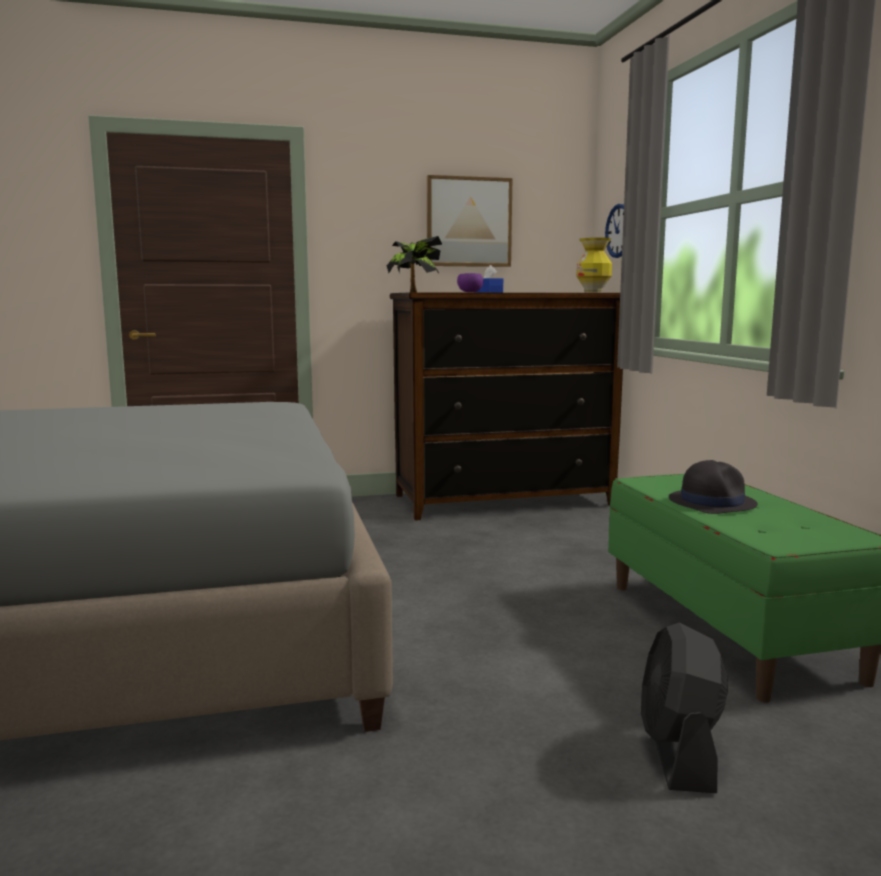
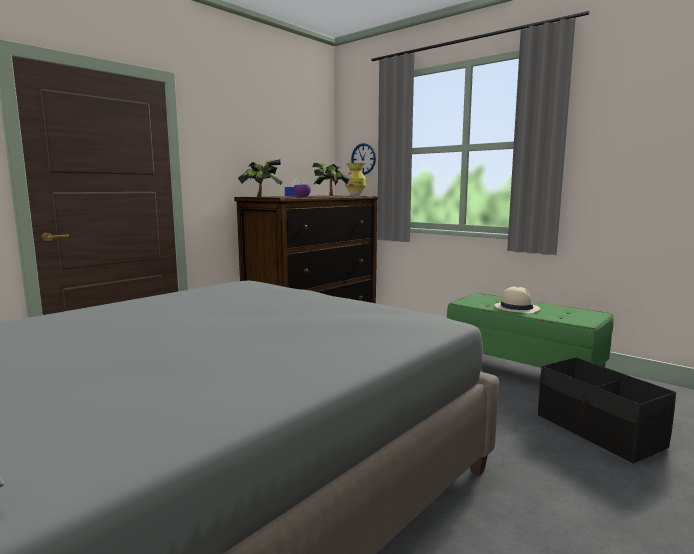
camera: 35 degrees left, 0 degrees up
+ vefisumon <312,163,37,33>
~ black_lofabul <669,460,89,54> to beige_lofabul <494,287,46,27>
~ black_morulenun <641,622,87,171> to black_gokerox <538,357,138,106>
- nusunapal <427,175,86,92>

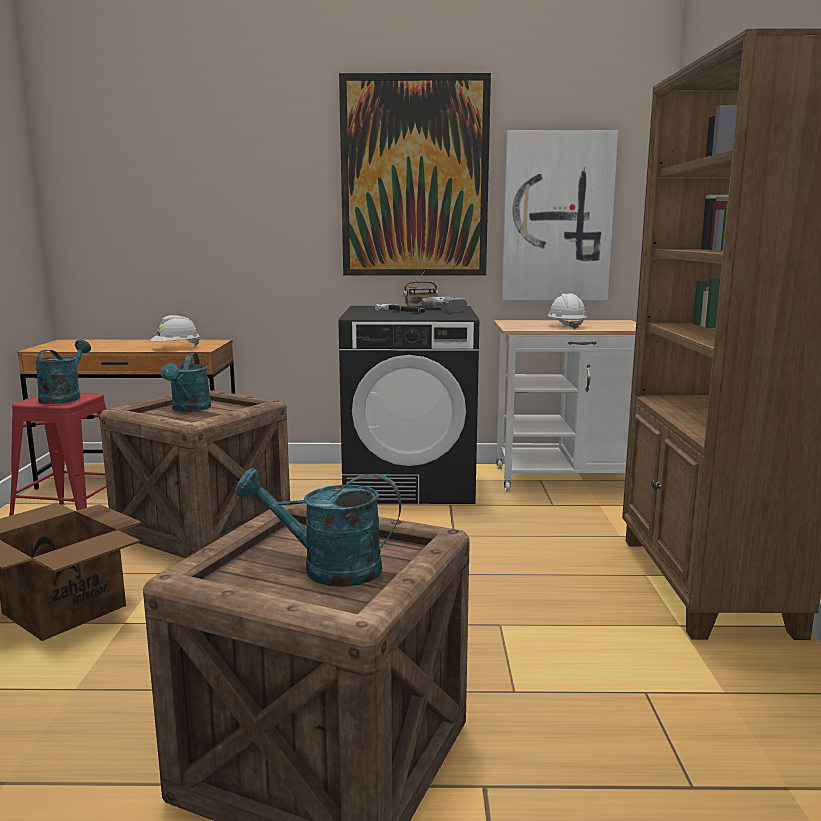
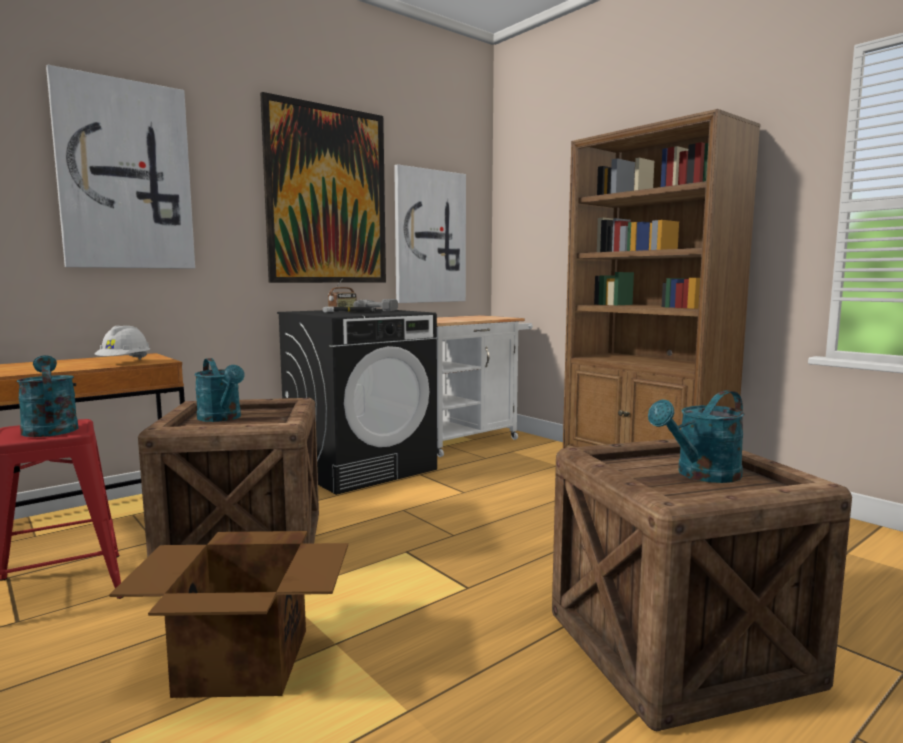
camera: 40 degrees left, 5 degrees down
+ nusunapal <46,65,149,204>
- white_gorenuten <548,293,39,36>

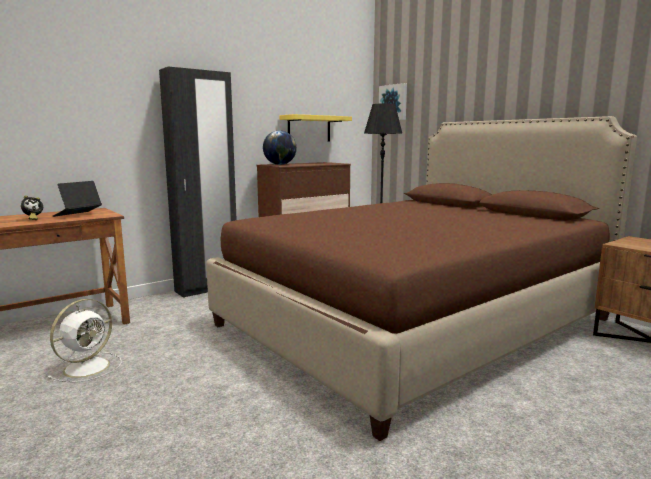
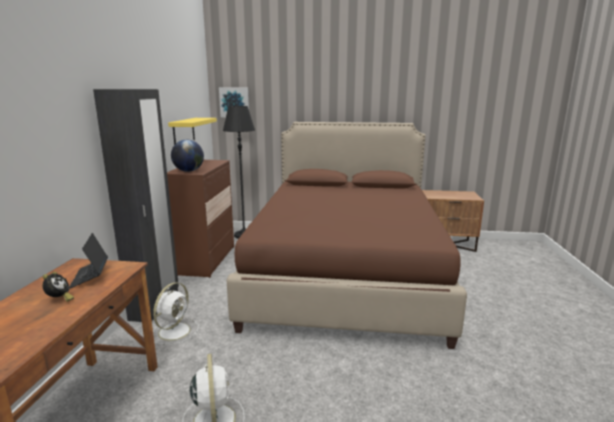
camera: 45 degrees left, 5 degrees up
+ white_morulenun <153,282,45,63>

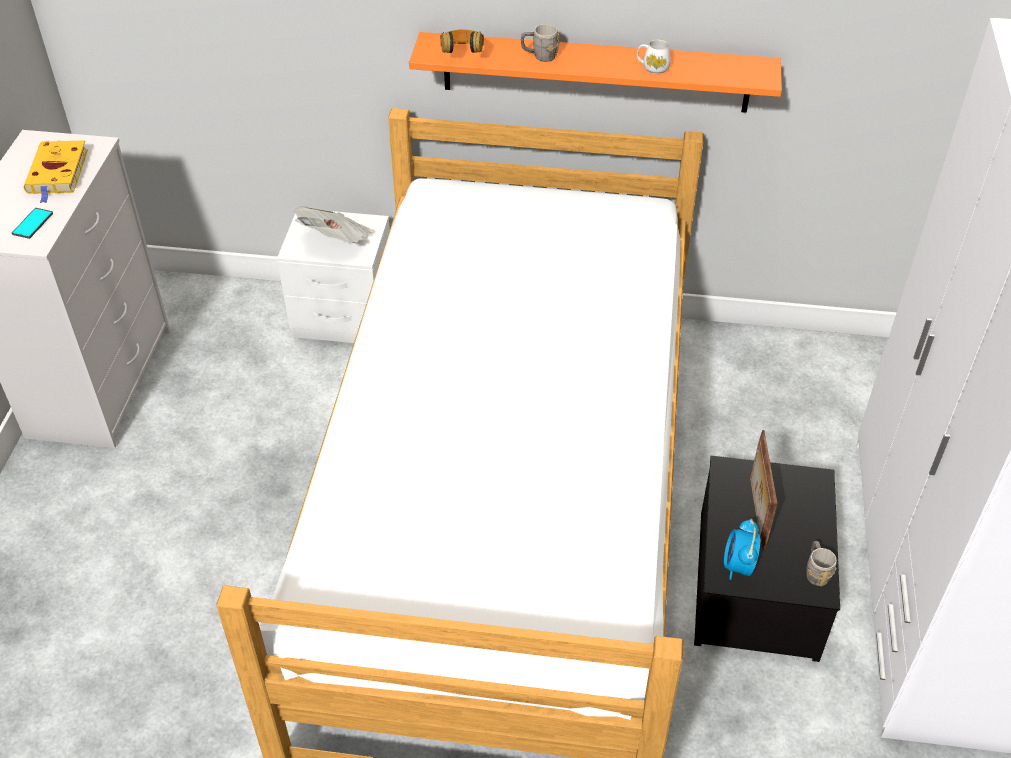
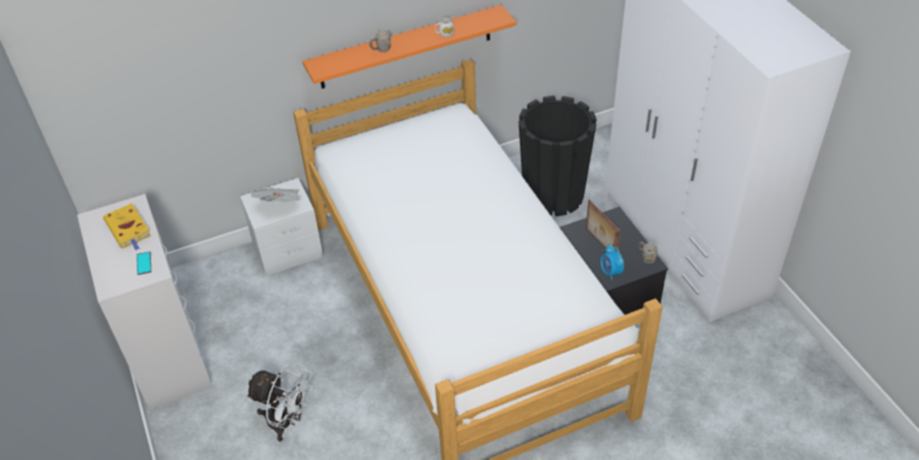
camera: 30 degrees left, 0 degrees up
+ white_morulenun <246,362,67,79>
+ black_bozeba <518,96,79,121>
- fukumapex <440,29,44,24>

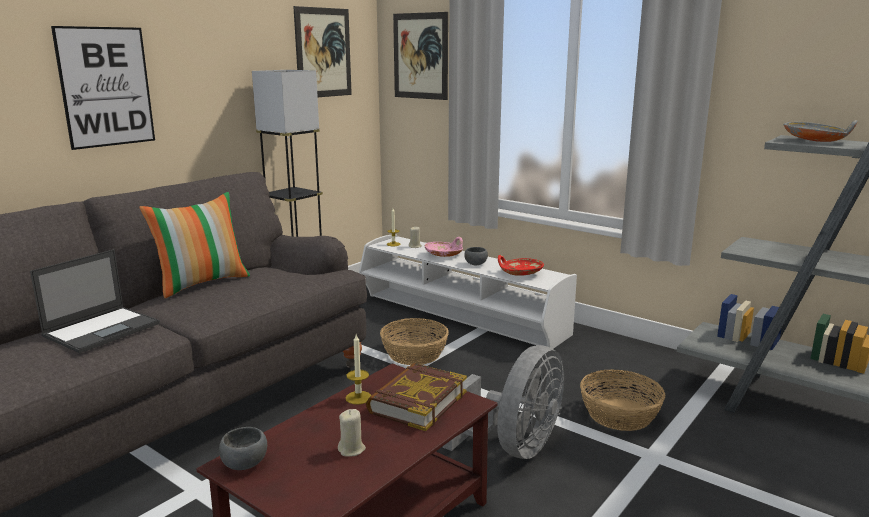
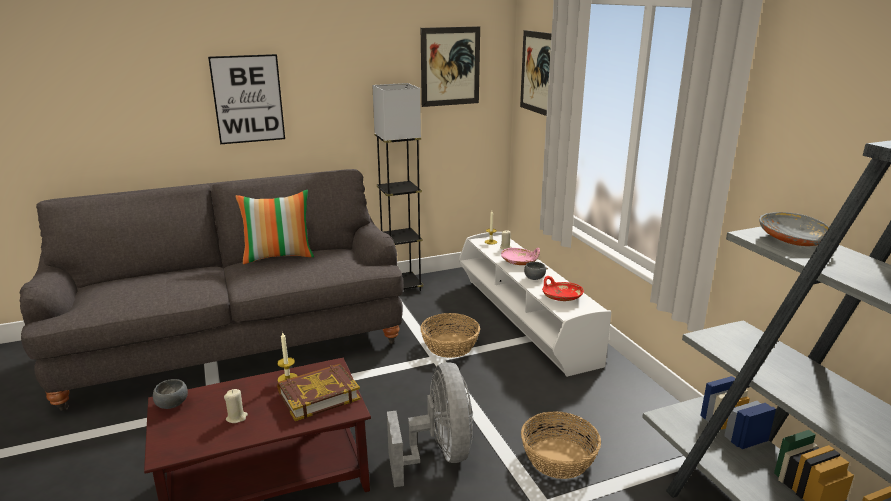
camera: 30 degrees right, 5 degrees up
~ grey_morulenun <443,345,121,114> = <387,362,86,125> 75 degrees counterclockwise
- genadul <30,249,130,104>

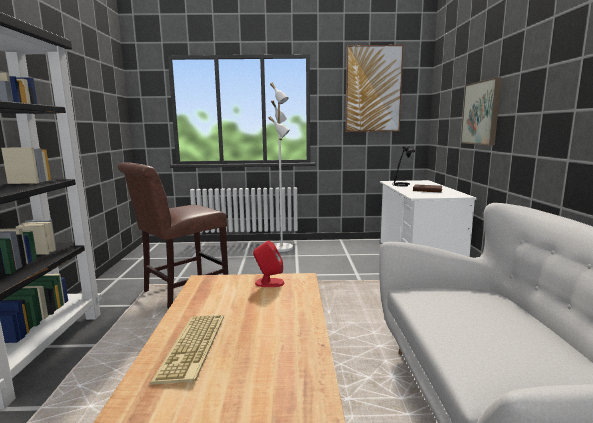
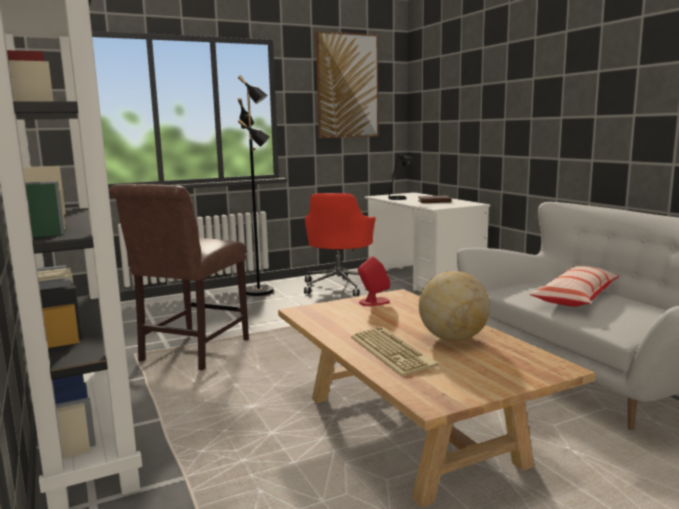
camera: 25 degrees left, 0 degrees up
~ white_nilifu <269,83,24,169> to black_nilifu <238,75,36,221>
+ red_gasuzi <304,193,72,104>
+ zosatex <419,271,71,70>
+ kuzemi <529,266,90,41>
- nusunapal <461,77,41,69>

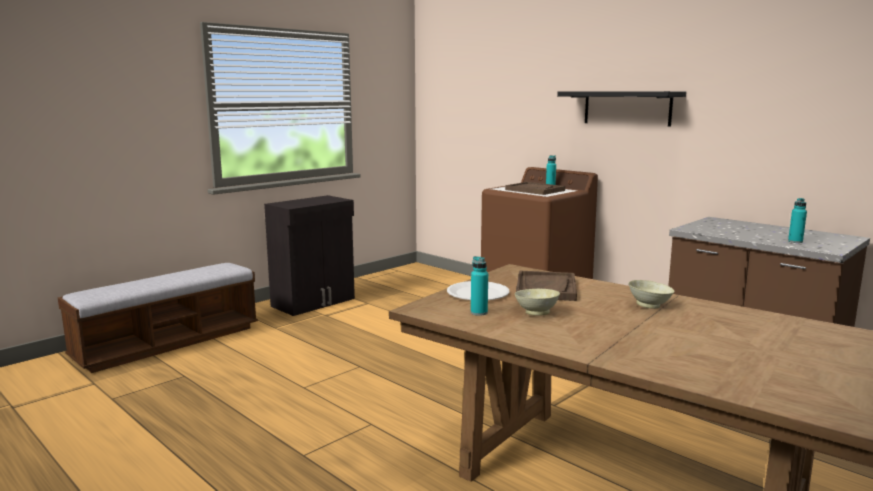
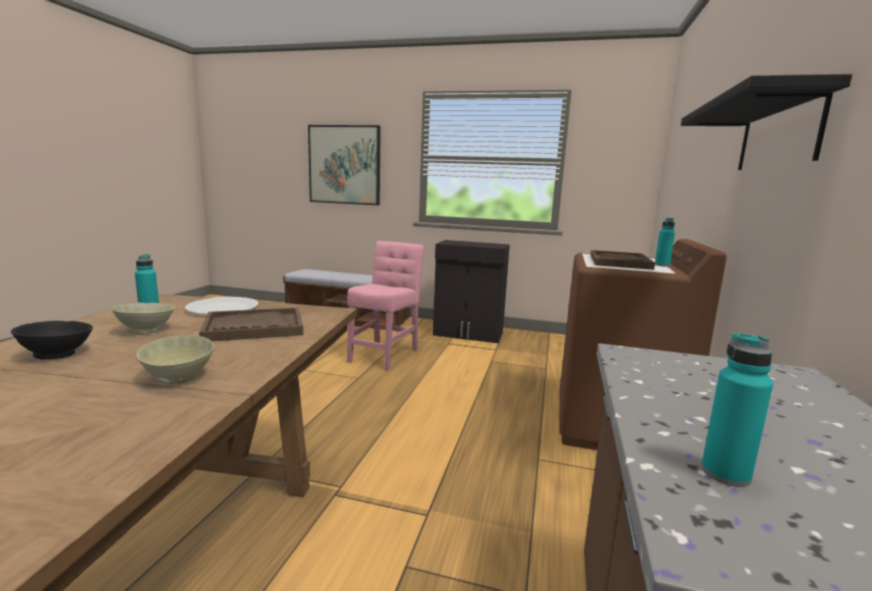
camera: 60 degrees right, 0 degrees up
+ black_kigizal <11,321,82,39>
+ nusunapal <308,125,73,80>
+ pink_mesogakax <347,241,78,129>

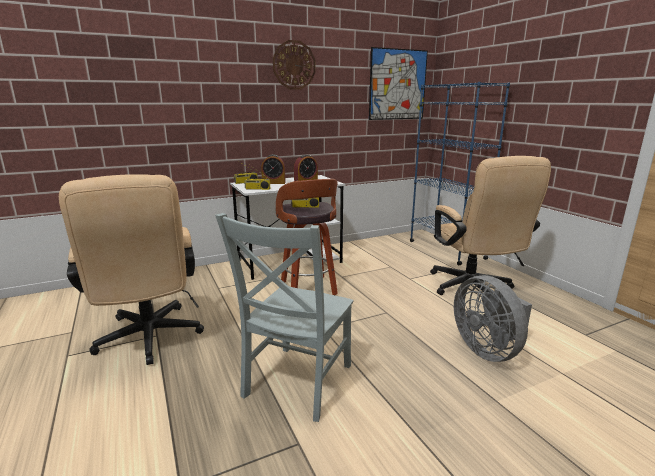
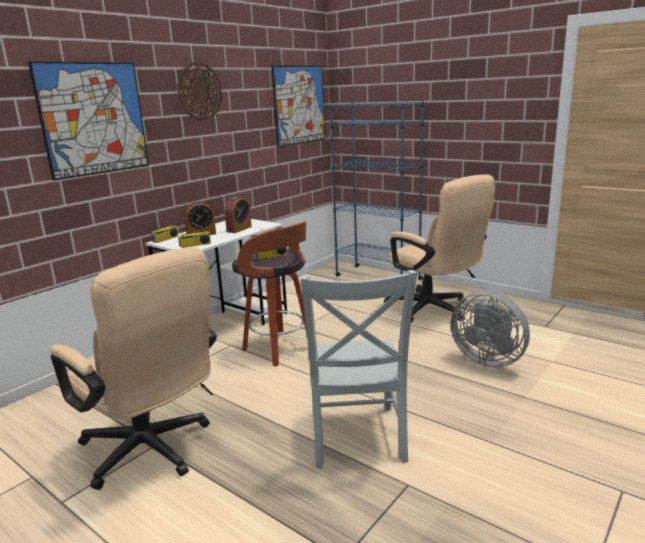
camera: 25 degrees left, 0 degrees up
+ nusunapal <28,61,121,120>

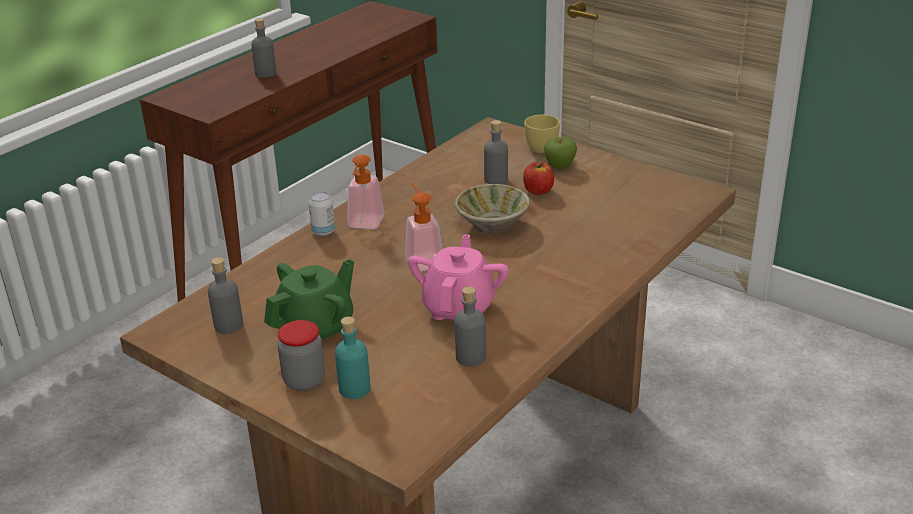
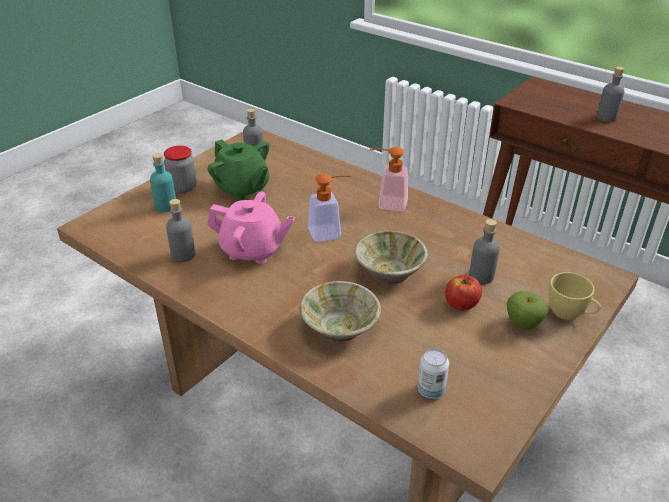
camera: 90 degrees right, 5 degrees up
+ beige_kigizal <299,281,82,61>
~ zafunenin <308,191,27,45> to <418,348,31,51>

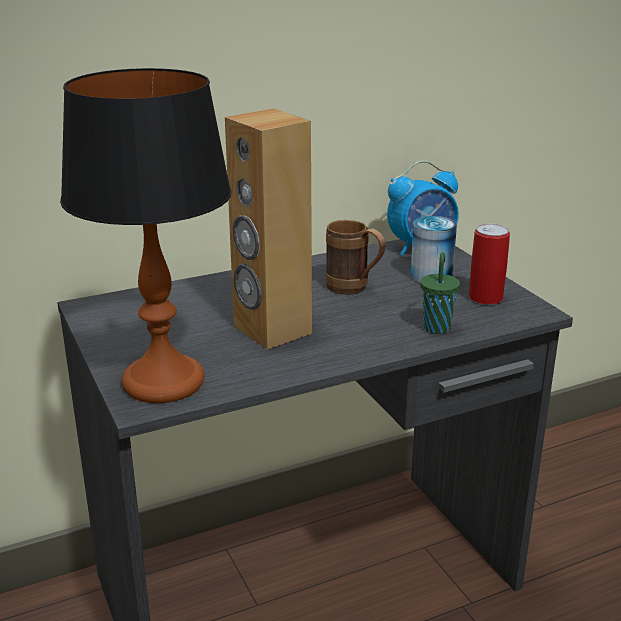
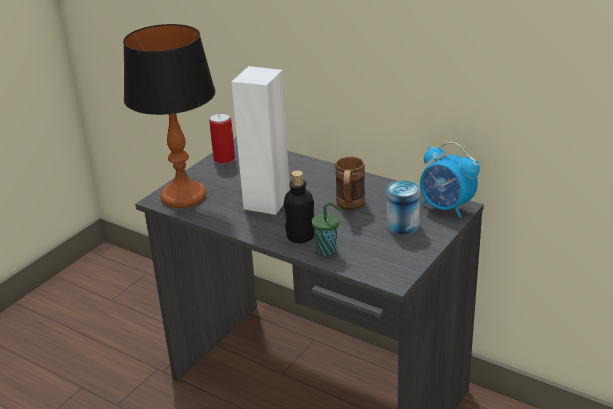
camera: 60 degrees right, 5 degrees up
~ zafunenin <469,224,41,81> to <209,113,26,51>
~ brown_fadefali <225,109,87,241> to white_fadefali <231,66,59,149>
+ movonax <284,170,31,73>

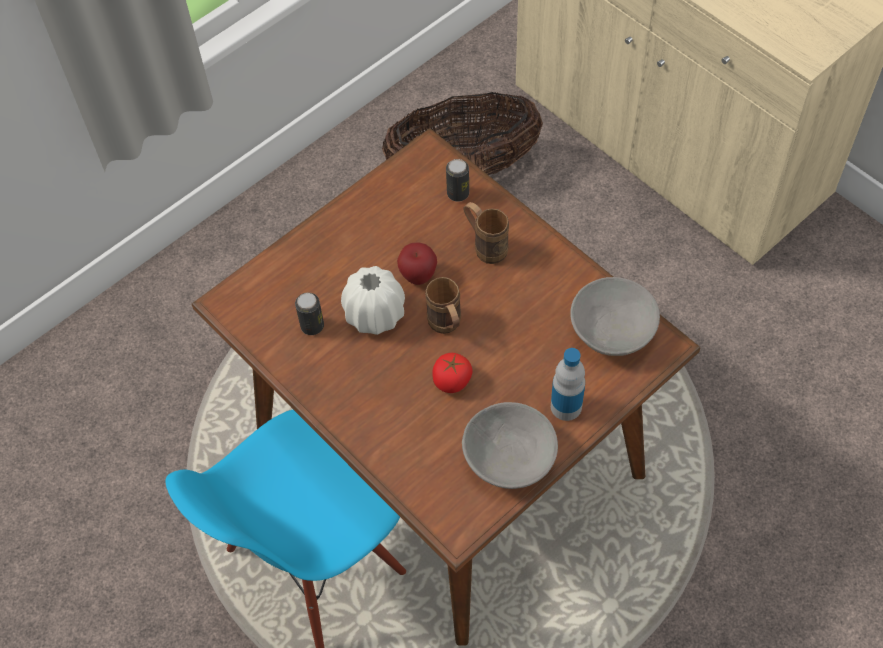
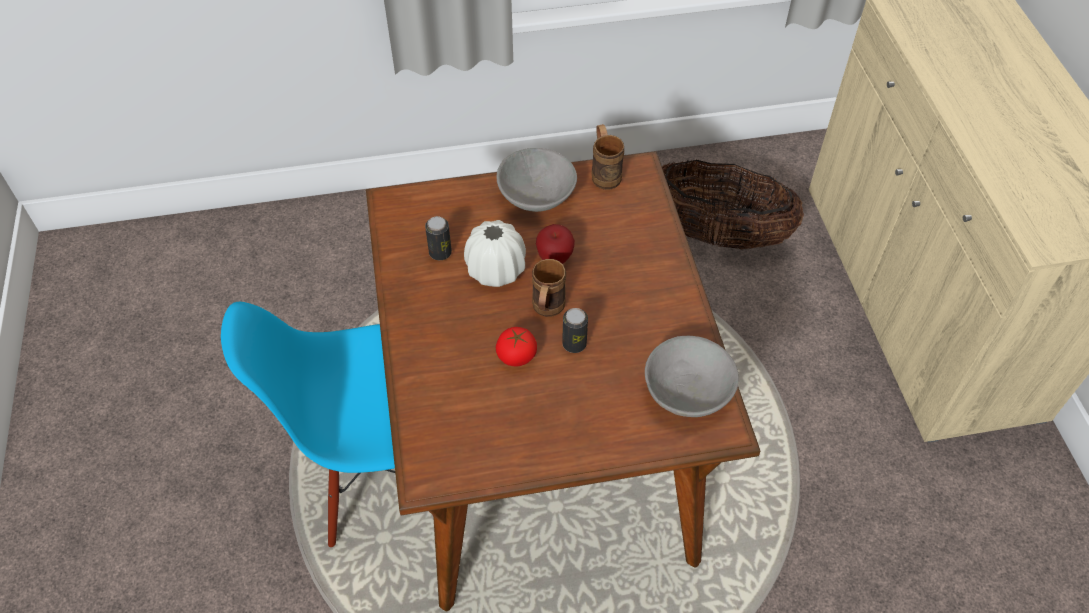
camera: 30 degrees right, 5 degrees down
~ grey_kigizal <462,402,96,87> to <497,148,80,64>
~ zafunenin <446,159,23,43> to <562,308,26,45>
~ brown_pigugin <463,202,46,62> to <592,124,32,66>
- movonax <551,348,34,73>

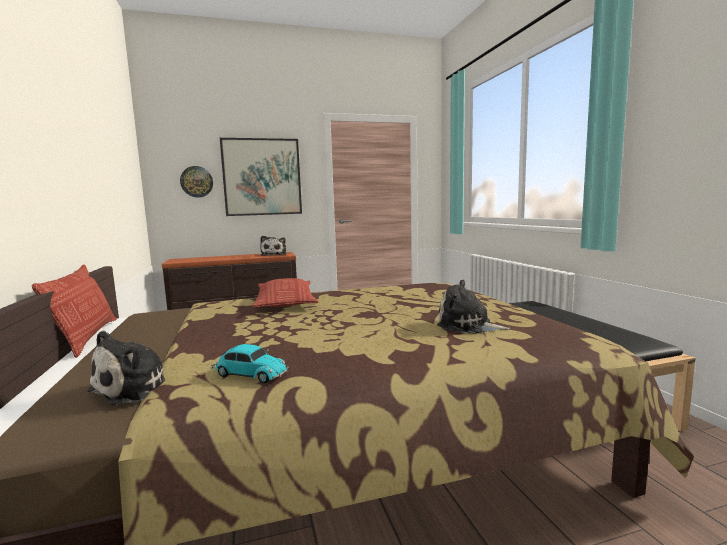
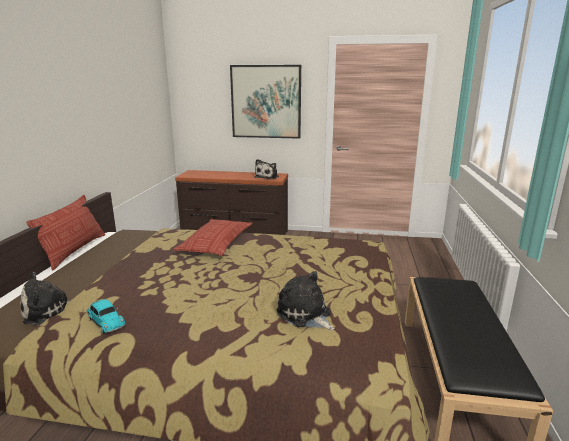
camera: 25 degrees right, 10 degrees up
- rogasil <180,166,33,31>

